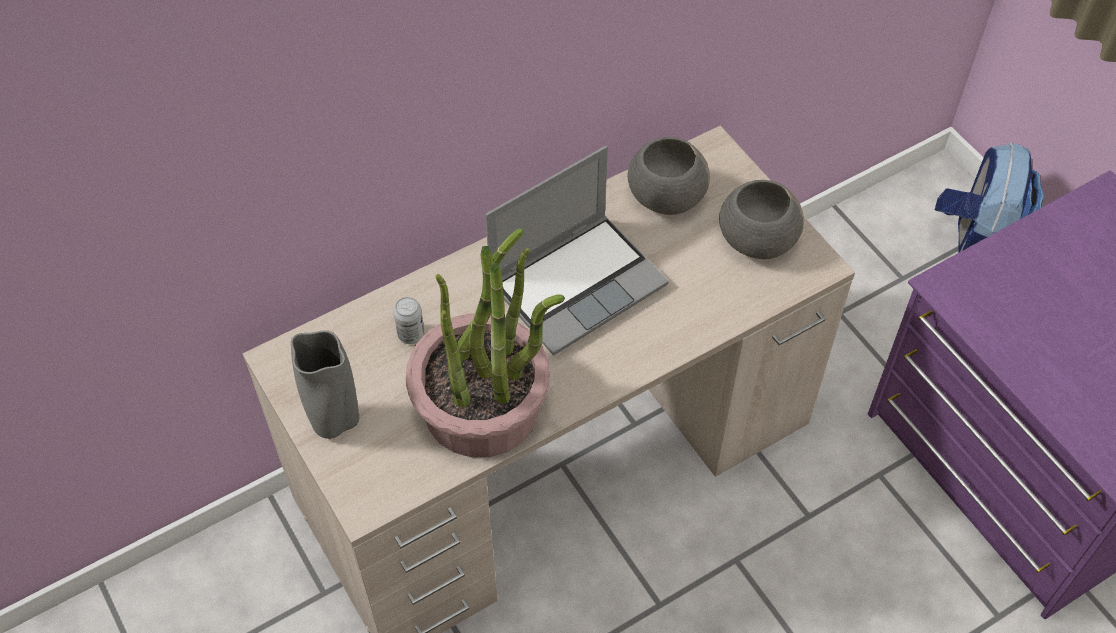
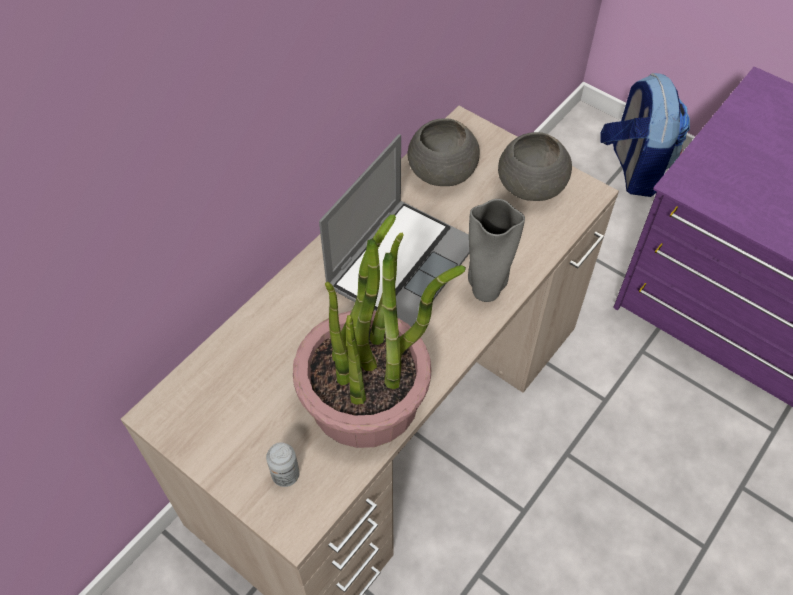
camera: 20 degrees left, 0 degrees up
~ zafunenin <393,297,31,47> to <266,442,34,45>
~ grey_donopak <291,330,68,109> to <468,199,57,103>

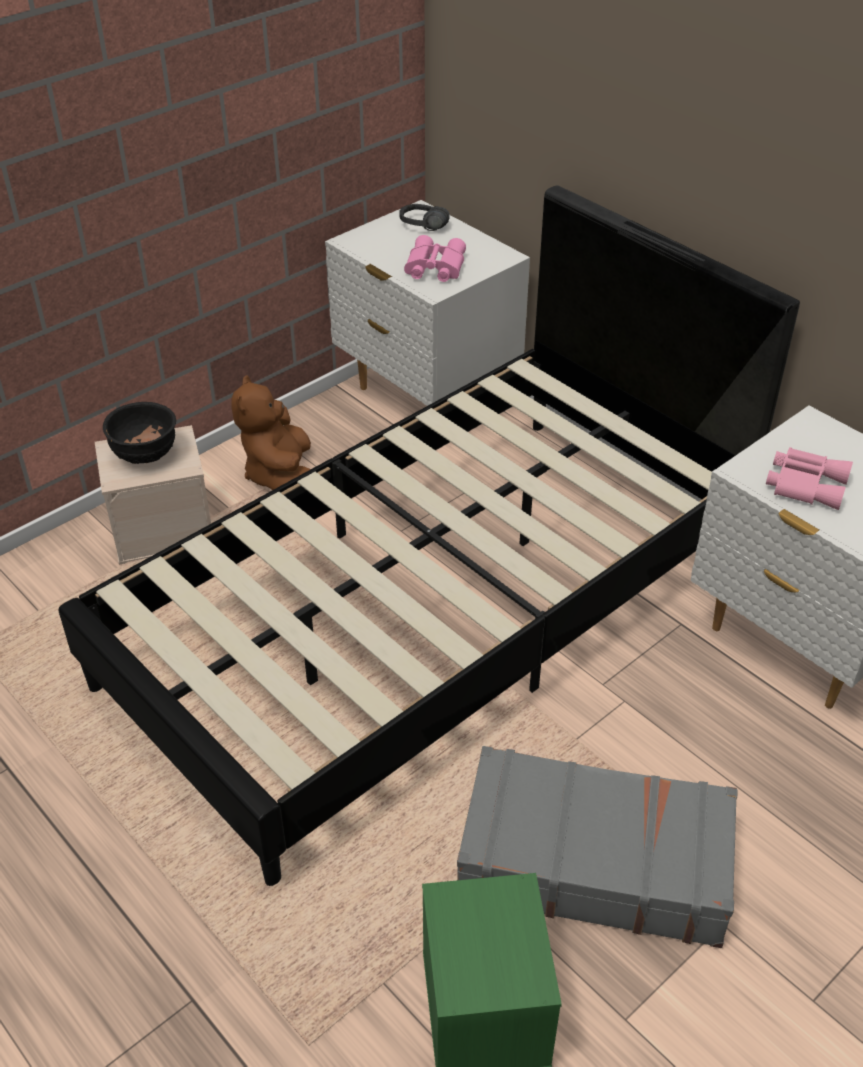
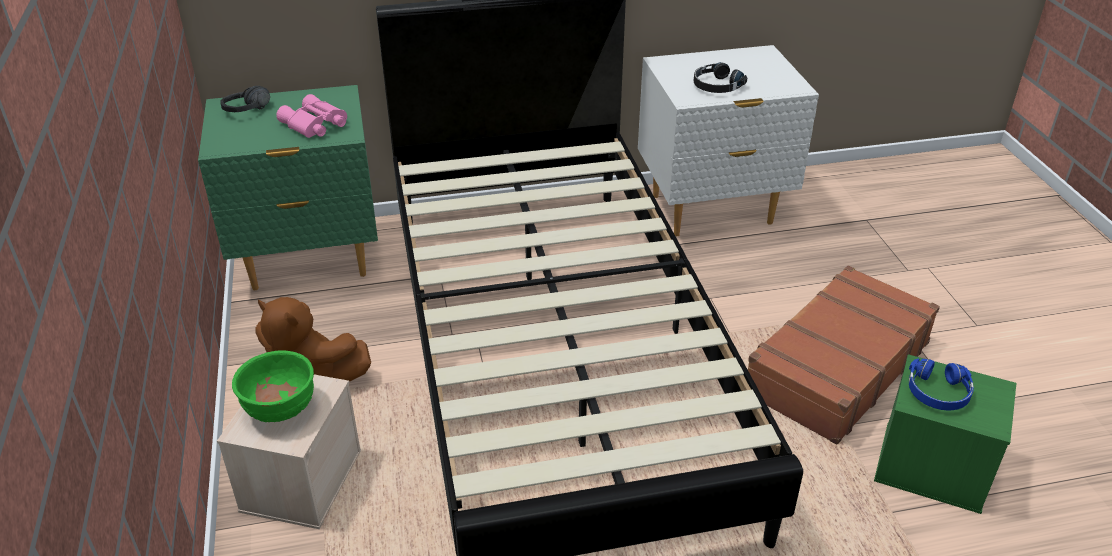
camera: 60 degrees left, 5 degrees down
~ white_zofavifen <325,200,205,206> to green_zofavifen <198,85,180,205>
~ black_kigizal <103,402,73,62> to green_kigizal <232,350,82,72>
~ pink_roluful <766,447,87,63> to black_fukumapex <694,62,54,31>
~ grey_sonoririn <457,746,281,202> to brown_sonoririn <748,265,192,180>
+ blue_fukumapex <909,358,65,52>

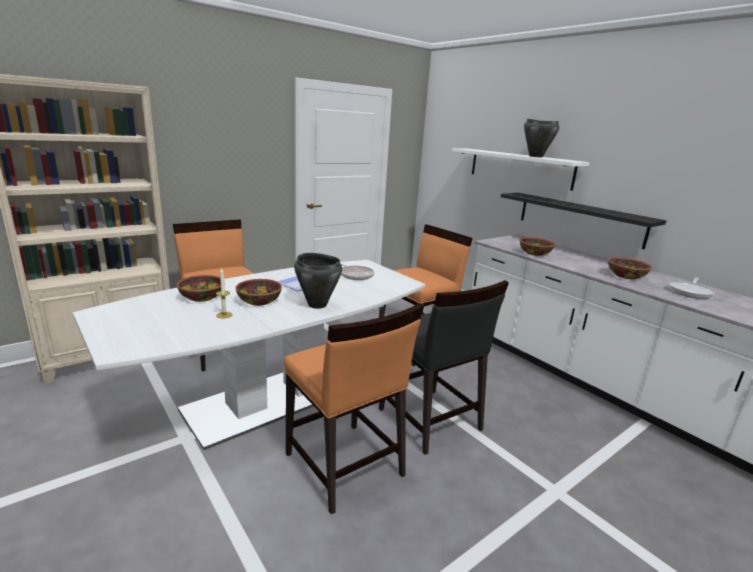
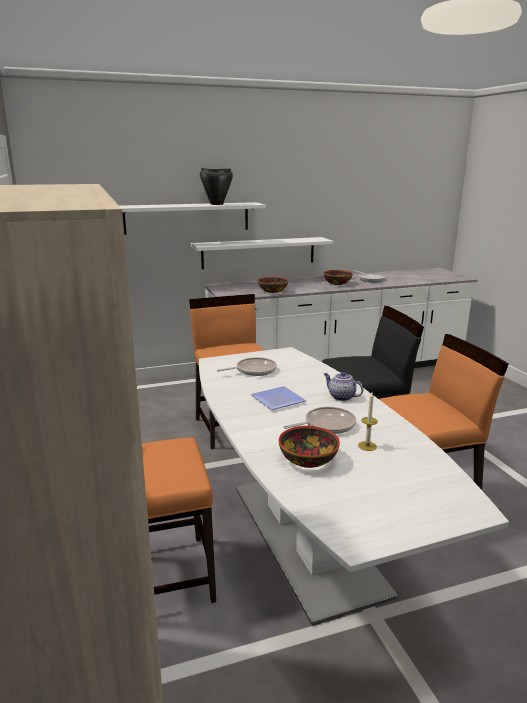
camera: 70 degrees left, 0 degrees up
~ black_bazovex <501,193,165,56> to white_bazovex <191,237,142,32>
~ kigizal <236,279,46,27> to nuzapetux <283,407,73,27>
~ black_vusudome <294,253,48,56> to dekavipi <324,372,39,29>

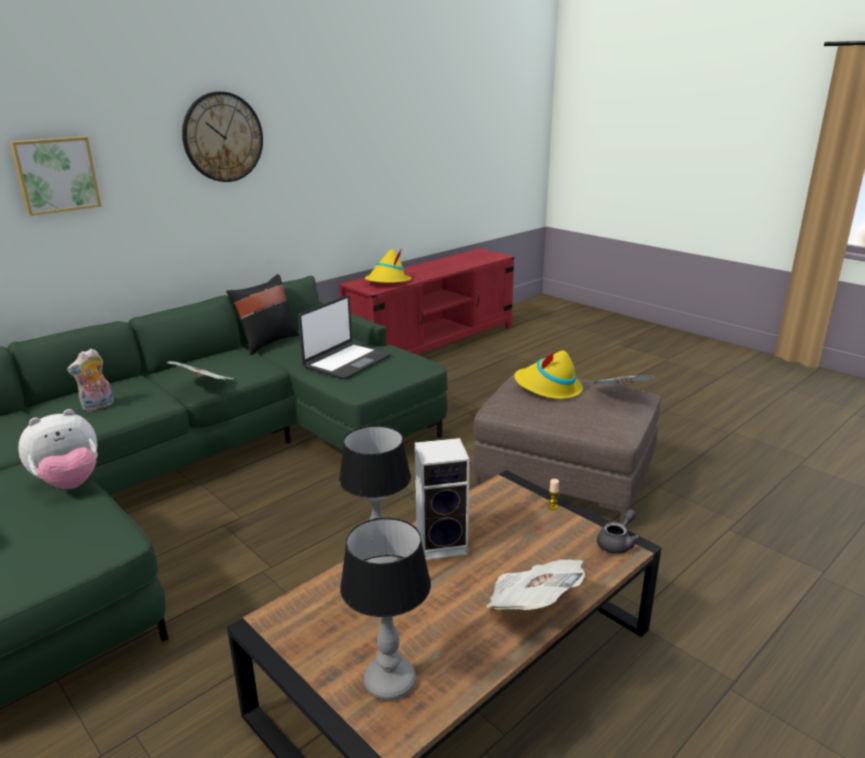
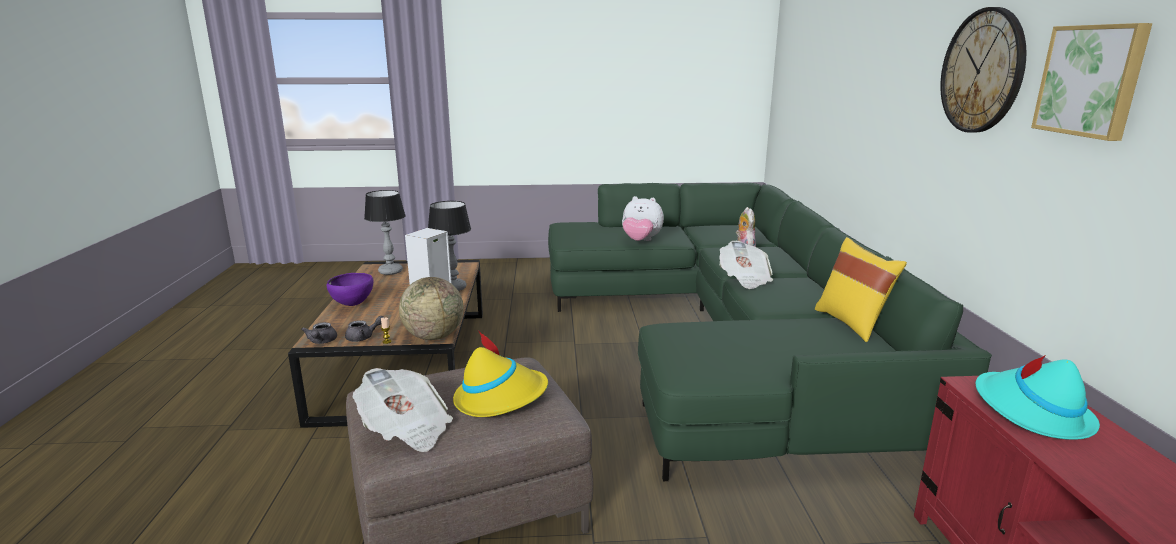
camera: 130 degrees right, 5 degrees down
~ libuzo <487,559,98,51> to purple_kigizal <327,273,46,33>
+ grey_dekavipi <345,316,38,26>
+ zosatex <399,277,65,63>
~ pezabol <18,409,79,80> = <622,196,42,45> 75 degrees counterclockwise
~ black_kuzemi <226,274,73,81> to yellow_kuzemi <815,237,92,105>
~ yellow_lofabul <365,248,47,35> to turquoise_lofabul <975,355,125,85>
~ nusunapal <10,137,91,79> to <1031,23,122,118>
- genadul <298,295,93,84>

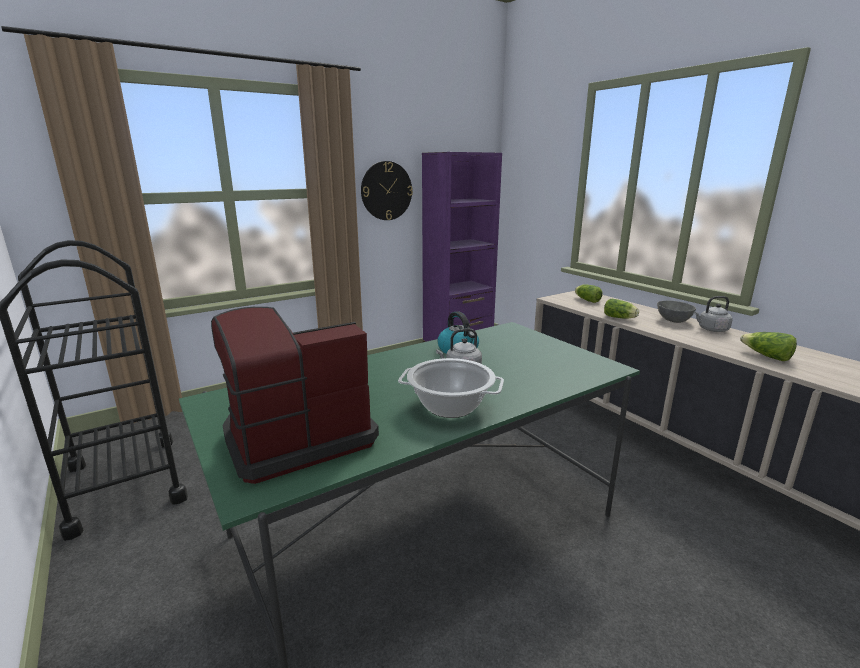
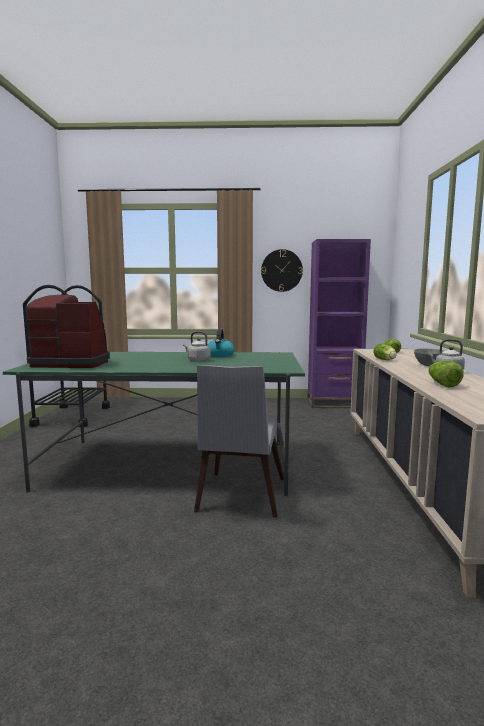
camera: 35 degrees right, 10 degrees down
+ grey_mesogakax <194,365,90,153>
- vusudome <398,358,106,60>

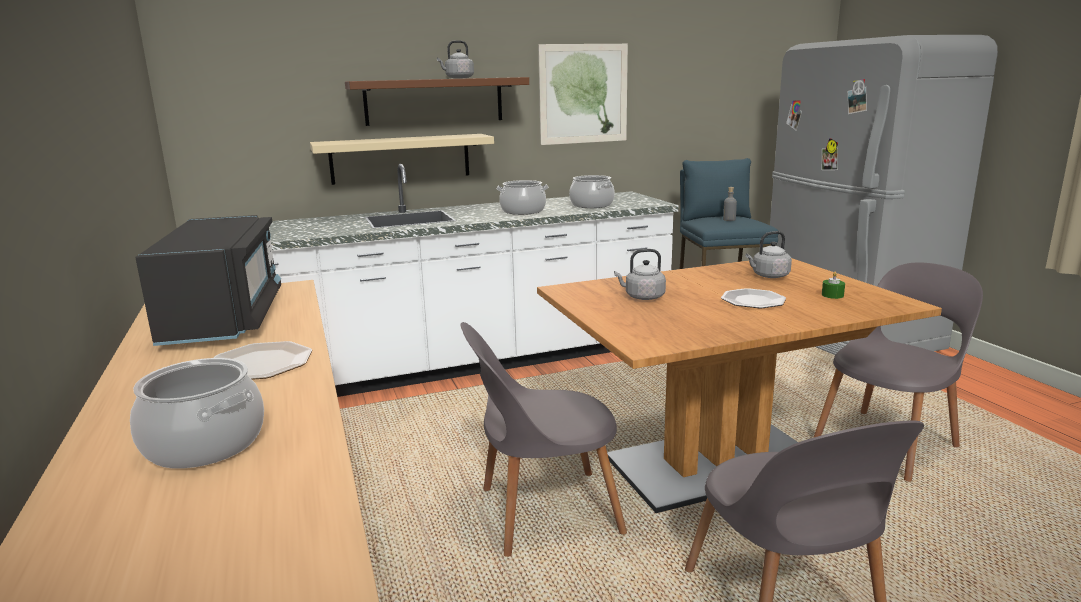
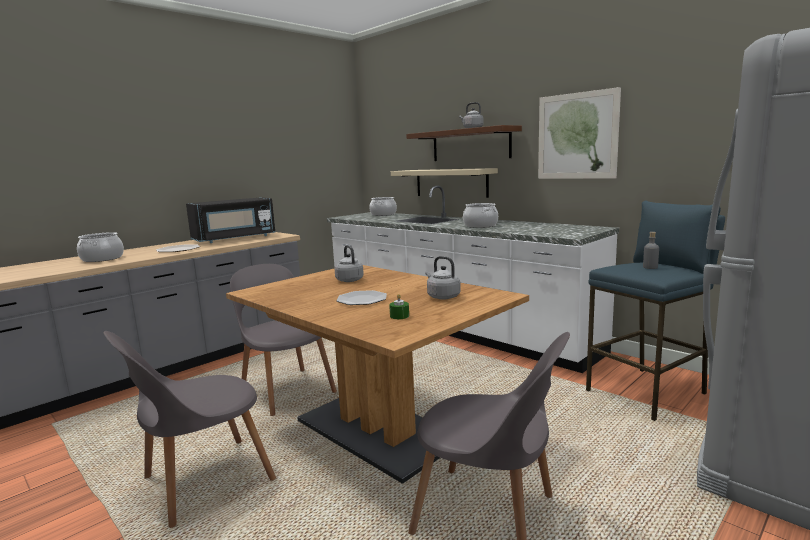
camera: 65 degrees right, 5 degrees down
~ vusudome <569,175,46,33> to <369,197,28,19>

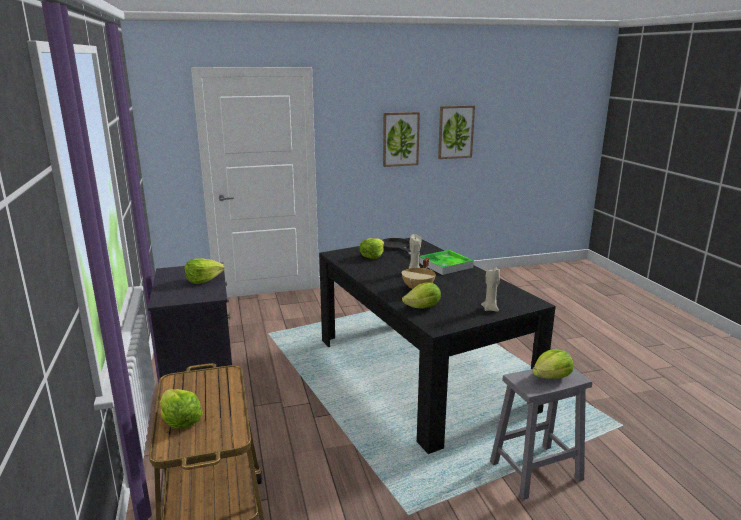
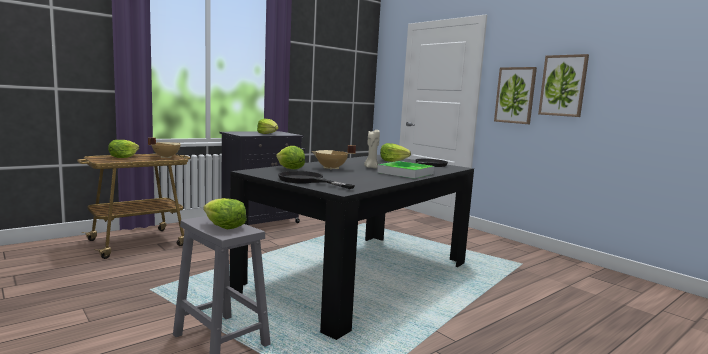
camera: 65 degrees right, 10 degrees down
+ beige_vusudome <148,138,33,20>
~ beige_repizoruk <481,267,19,45> to black_nuzapetux <278,171,77,18>
~ nusunapal <438,105,37,54> to <494,67,43,57>

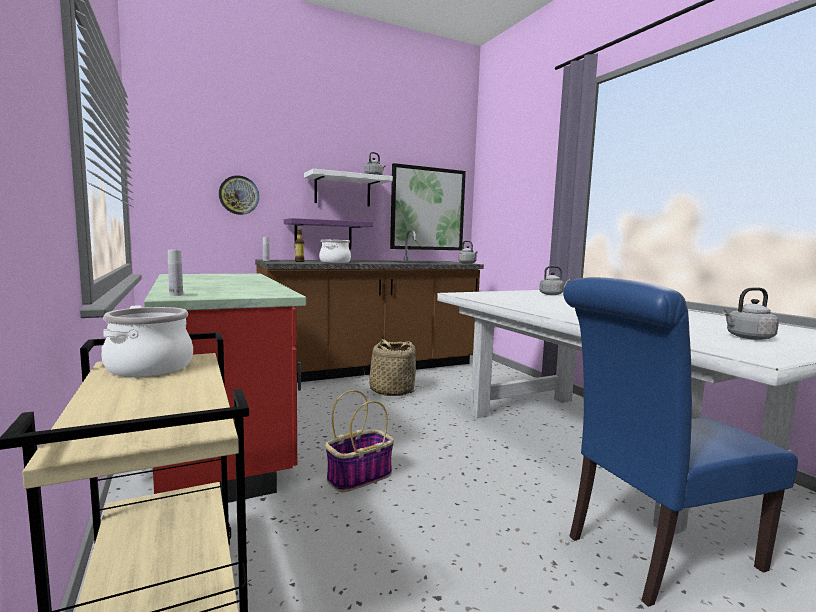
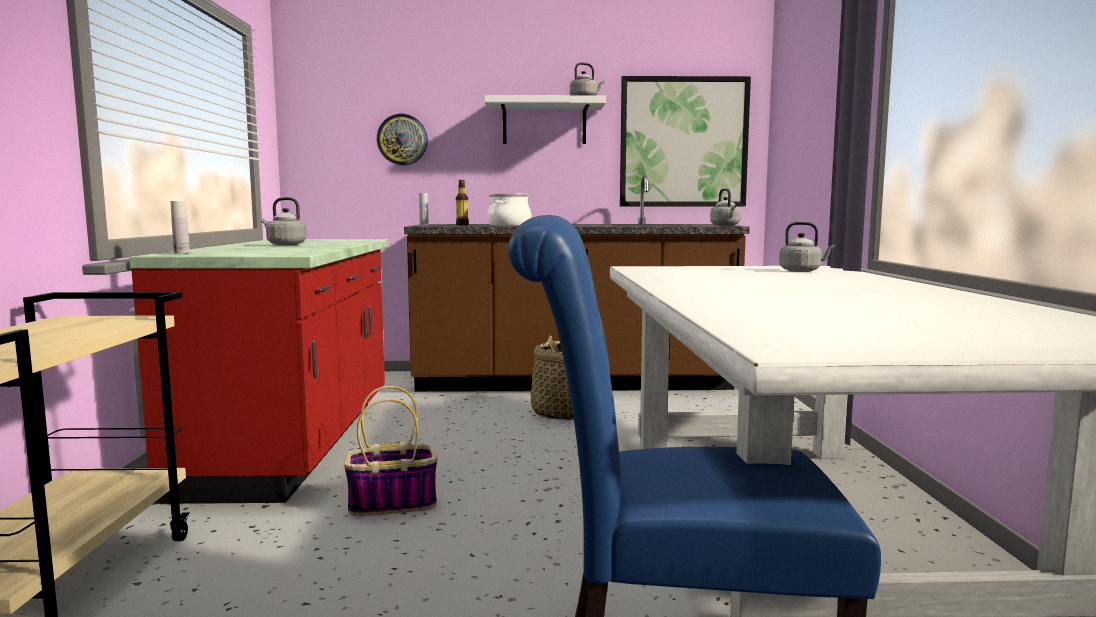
camera: 25 degrees right, 0 degrees up
~ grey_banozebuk <722,287,57,53> to <261,197,46,48>
- vusudome <101,307,92,70>
- purple_bazovex <284,218,89,32>

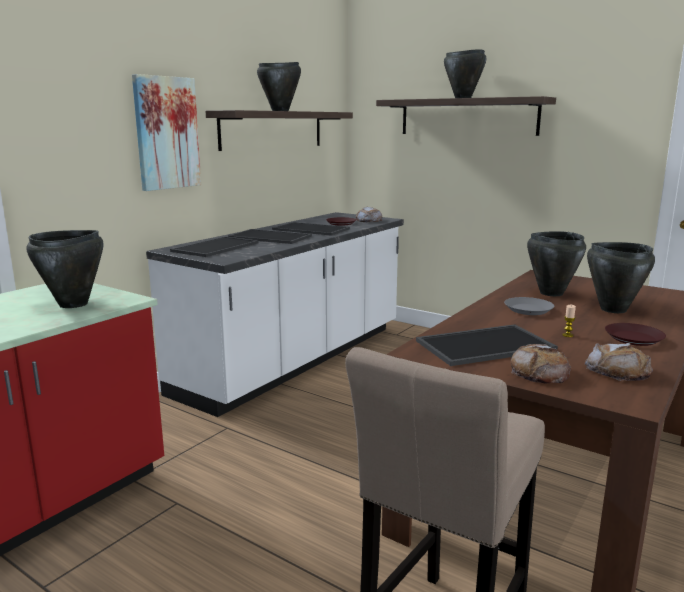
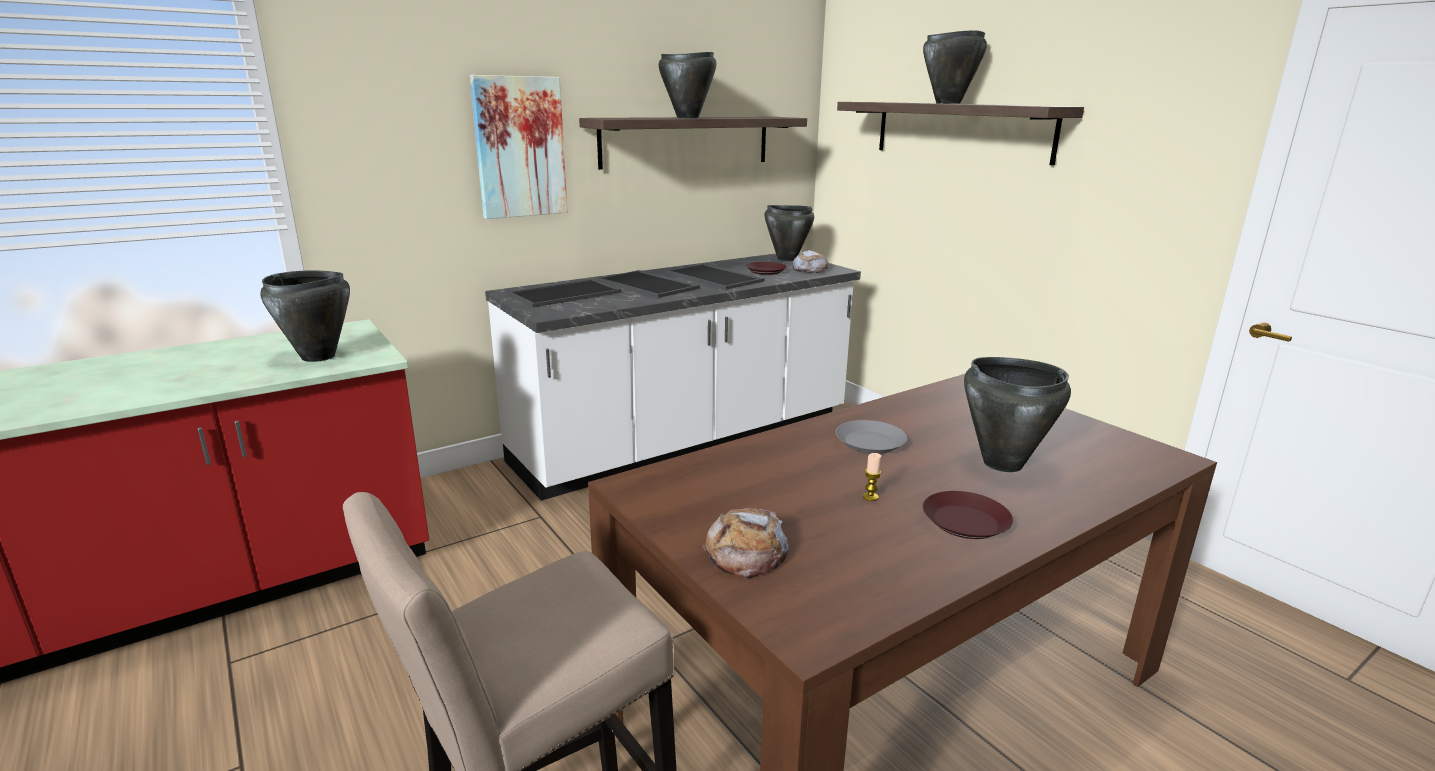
camera: 20 degrees right, 5 degrees up
~ black_vusudome <527,231,59,65> to <765,205,49,56>
- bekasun <416,324,142,42>
- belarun <585,343,68,38>

